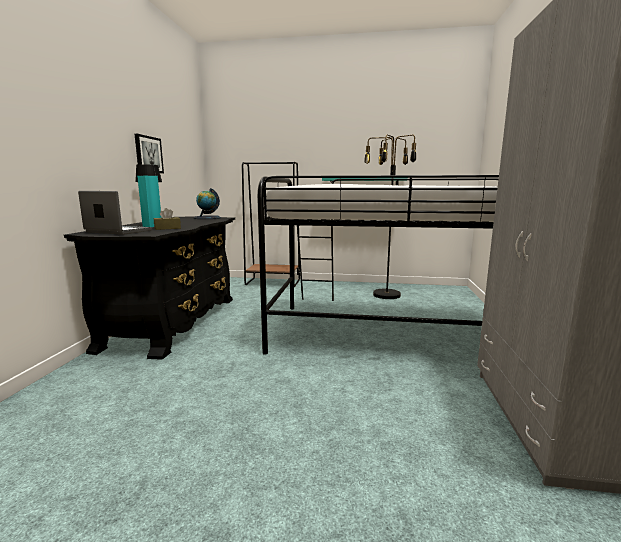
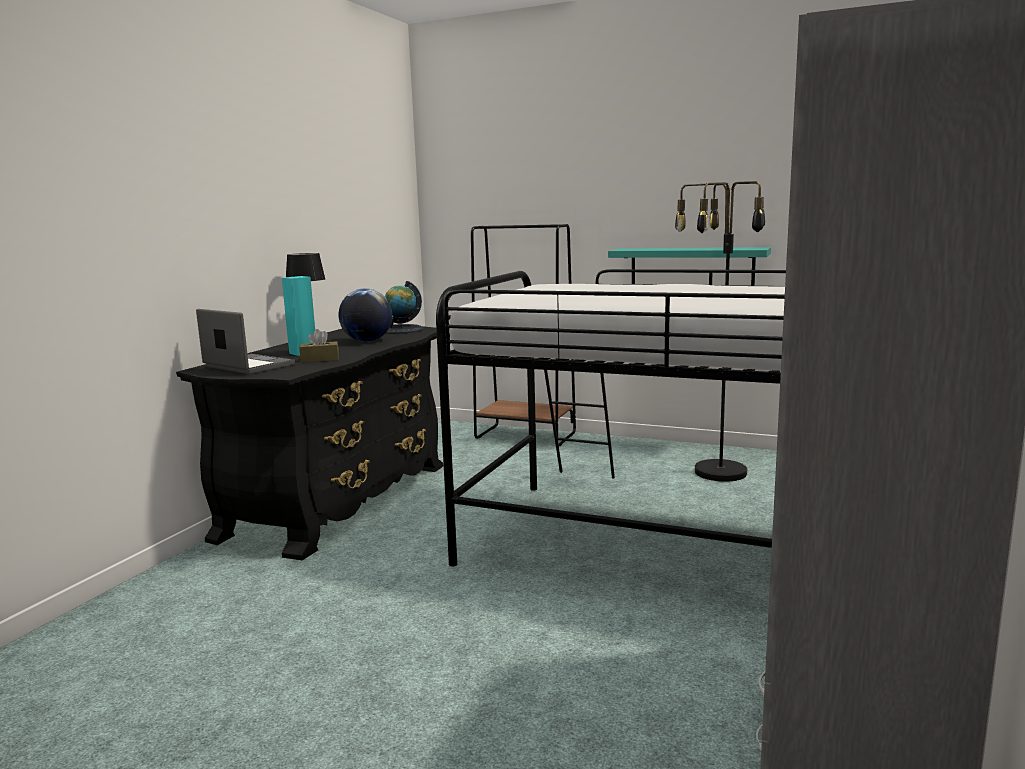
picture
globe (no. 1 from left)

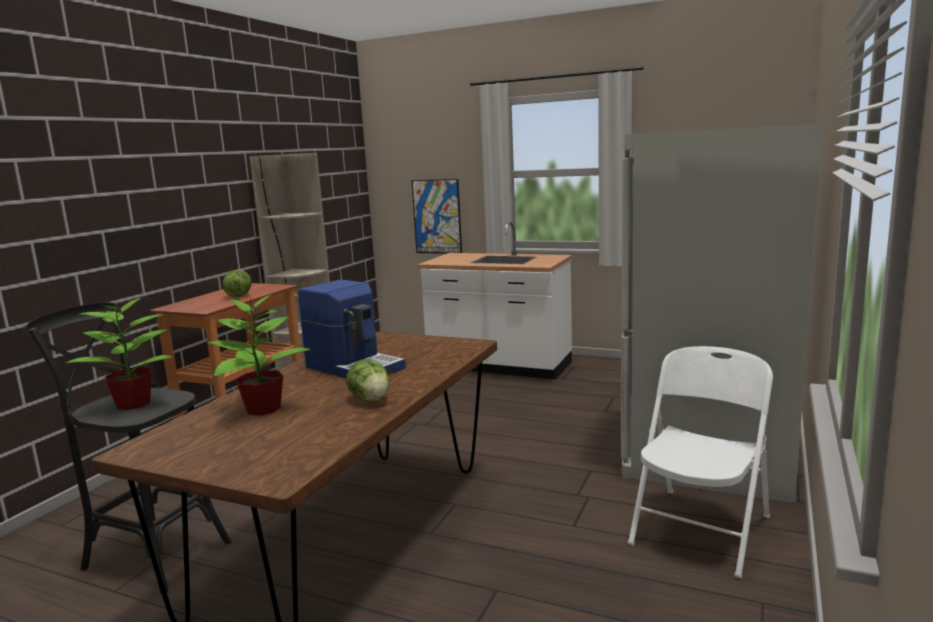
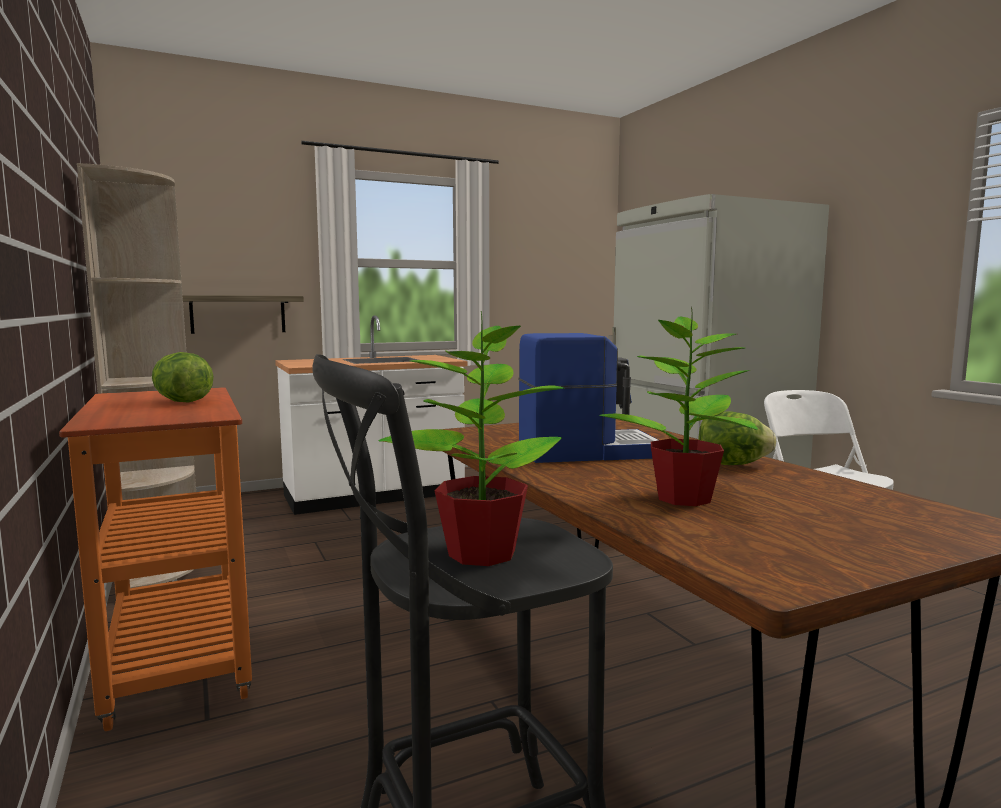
shelf

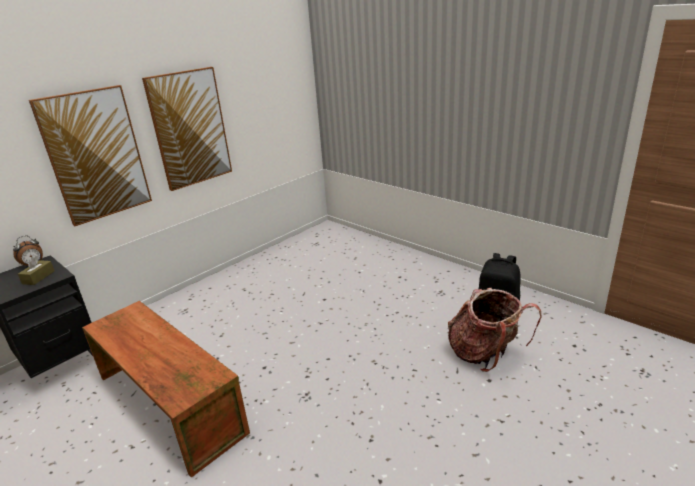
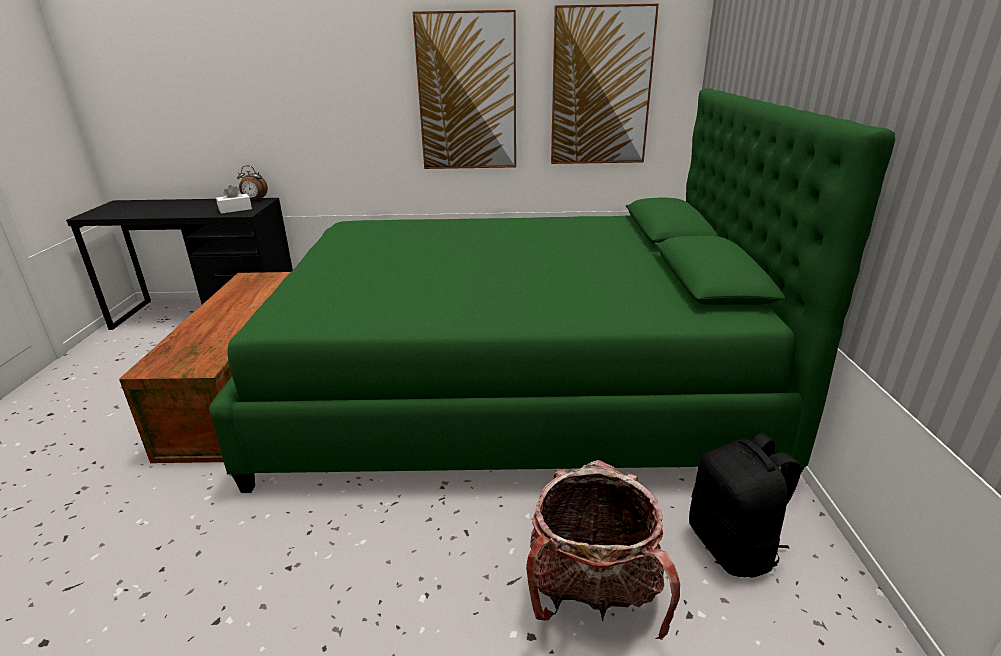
tissue box (white)
picture (no. 2 from left)
bed (green)

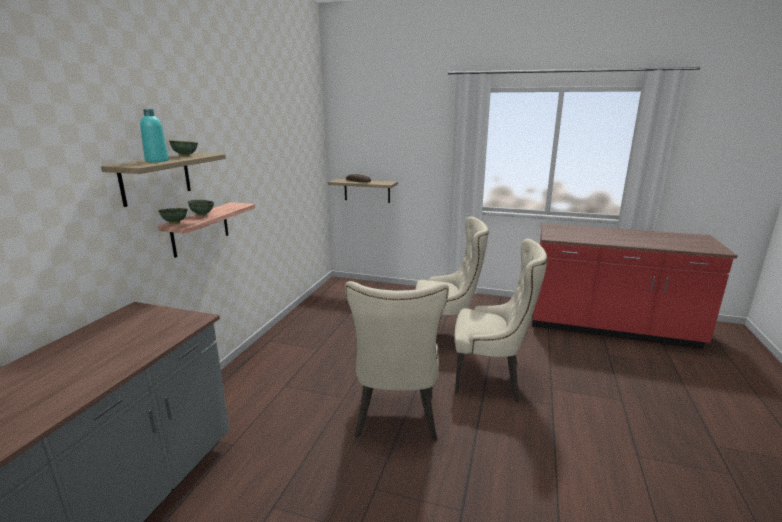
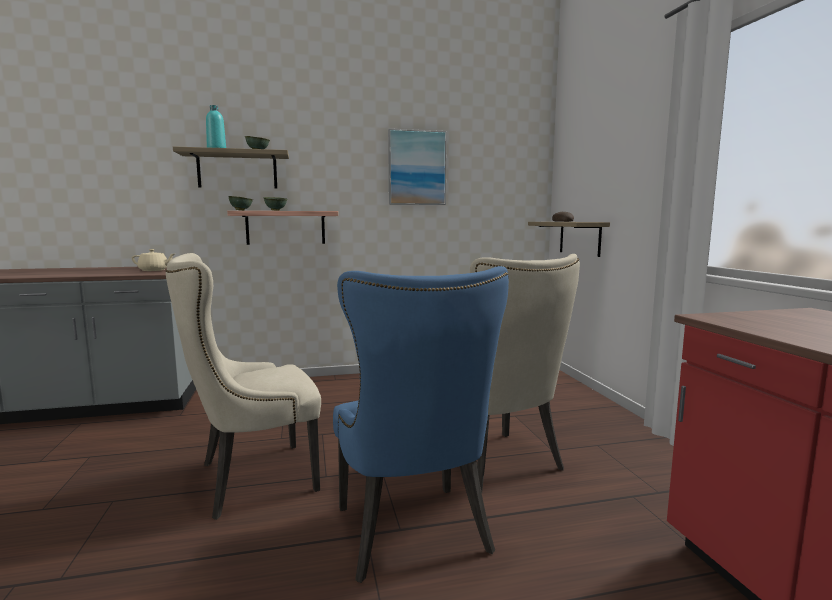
chair (blue)
teapot (beige)
picture

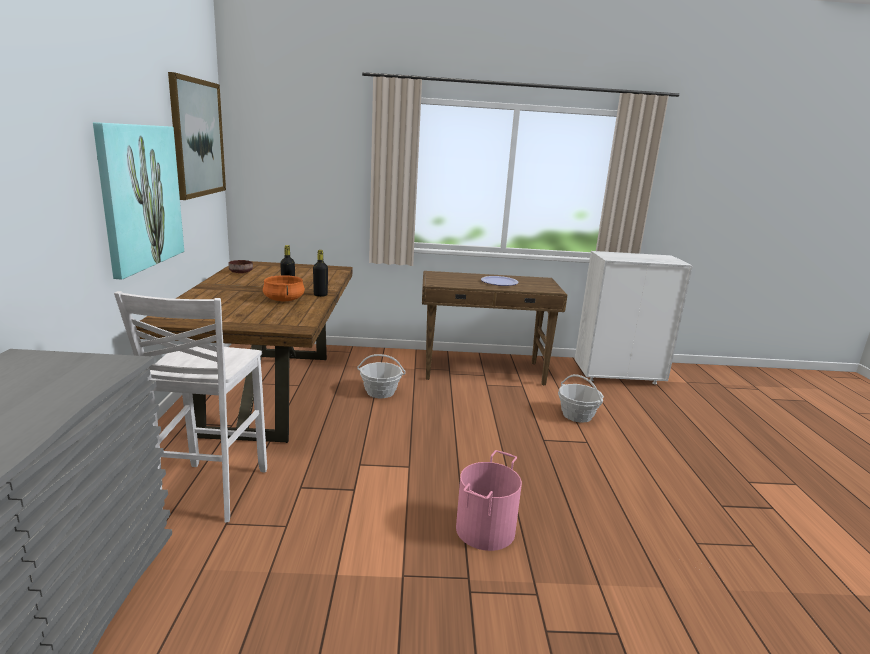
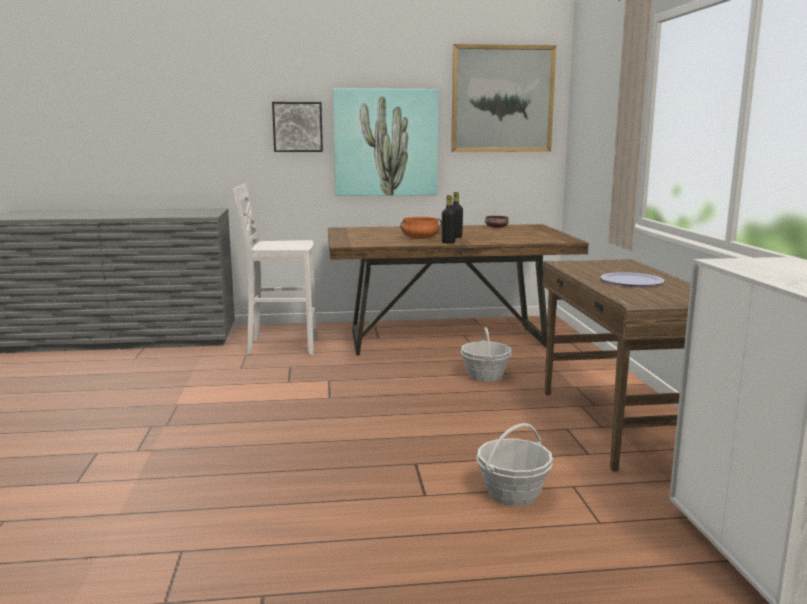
bucket (pink)
picture (no. 1 from left)

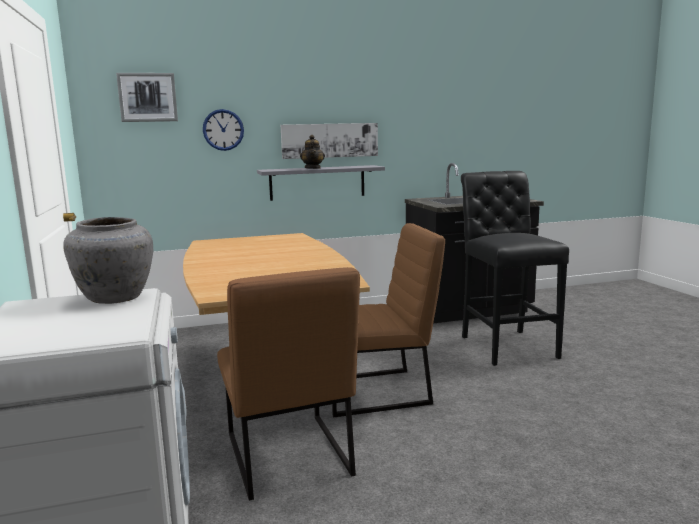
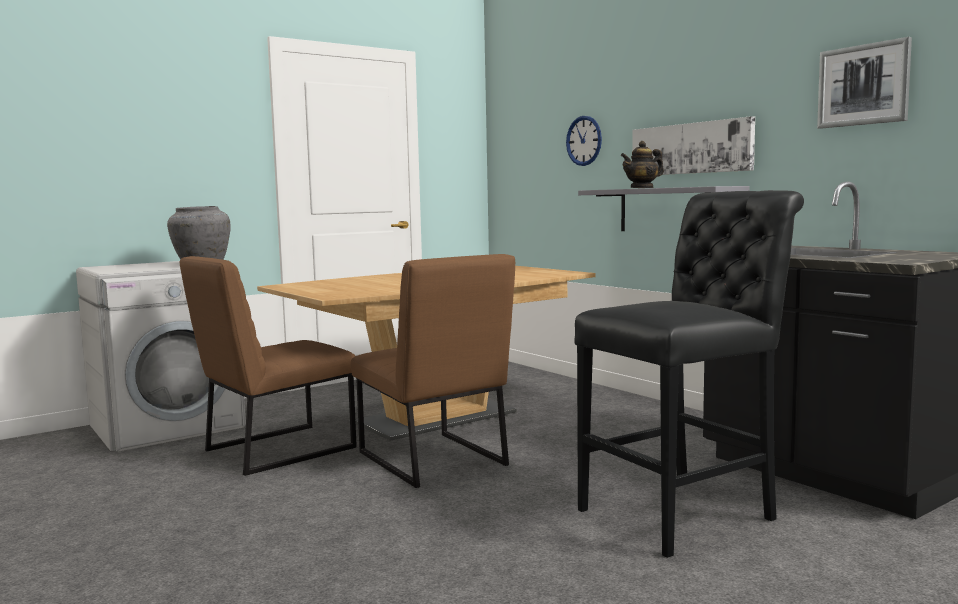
picture (no. 2 from left)

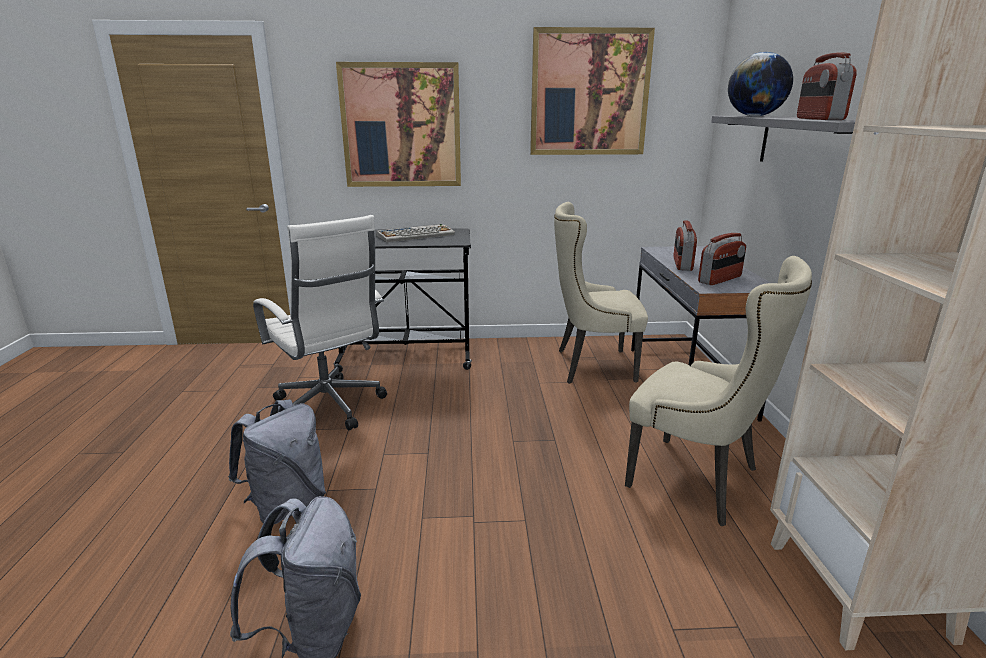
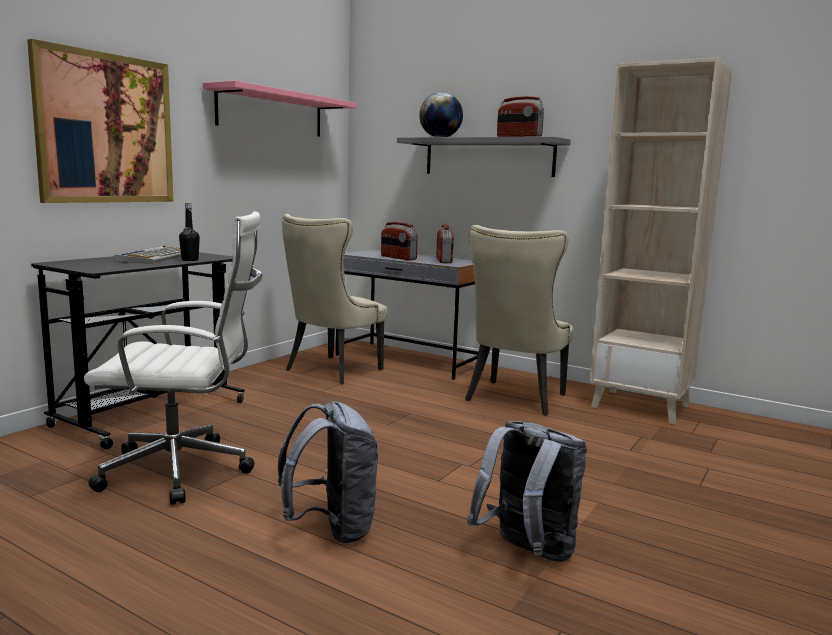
shelf (pink)
chair (beige) (no. 2 from left)
bottle (black)

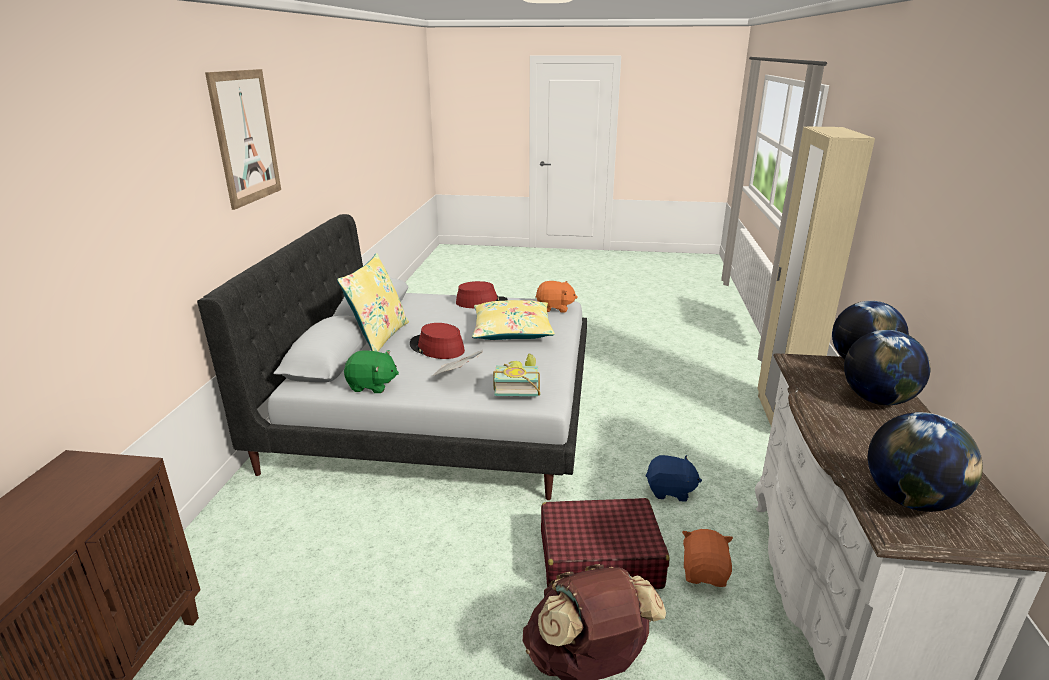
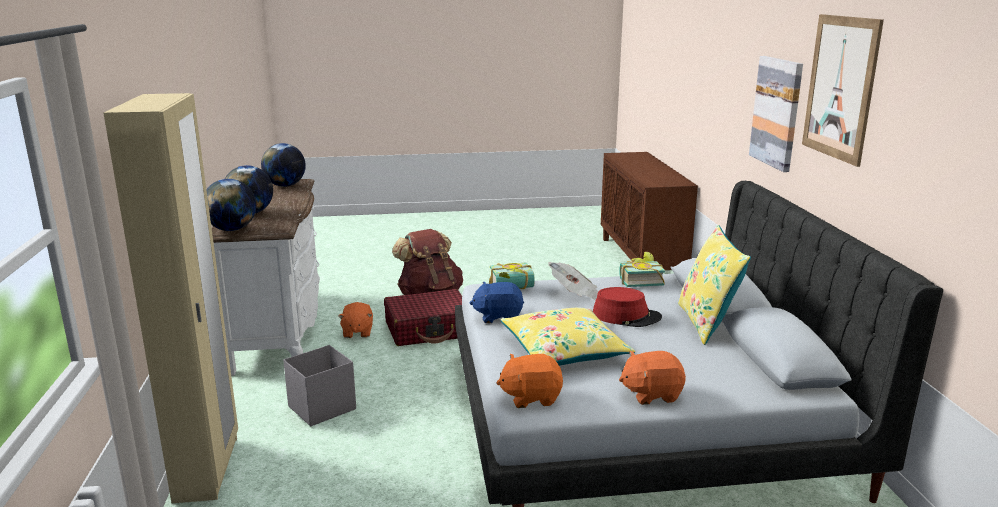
book (no. 2 from left)
plush toy (orange) (no. 3 from left)
plush toy (blue)
storage box (grey)
picture (no. 1 from left)

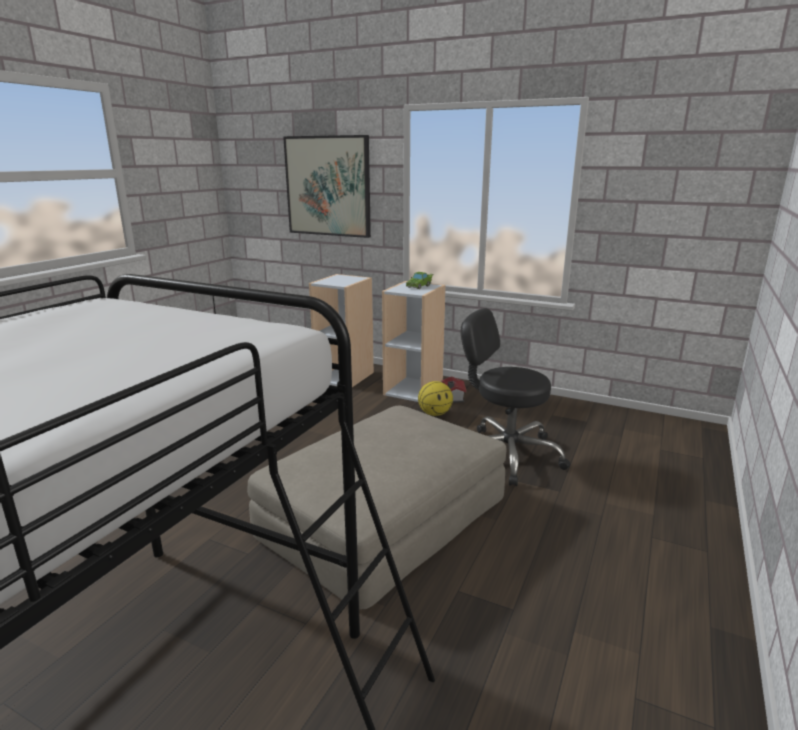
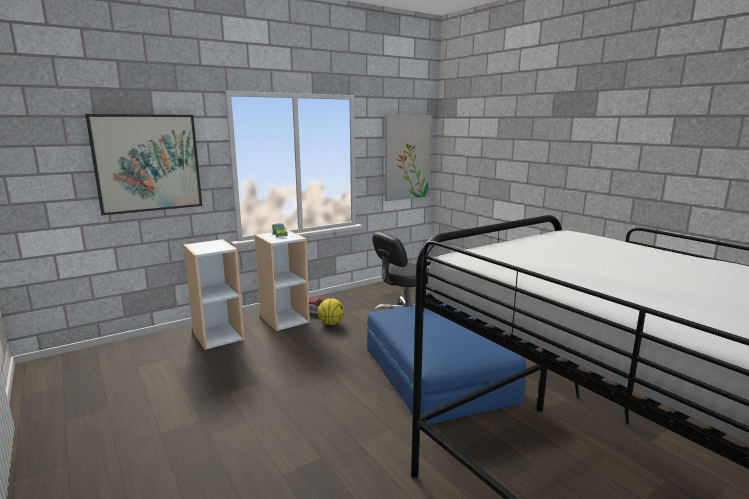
ottoman (blue)
picture (no. 2 from left)

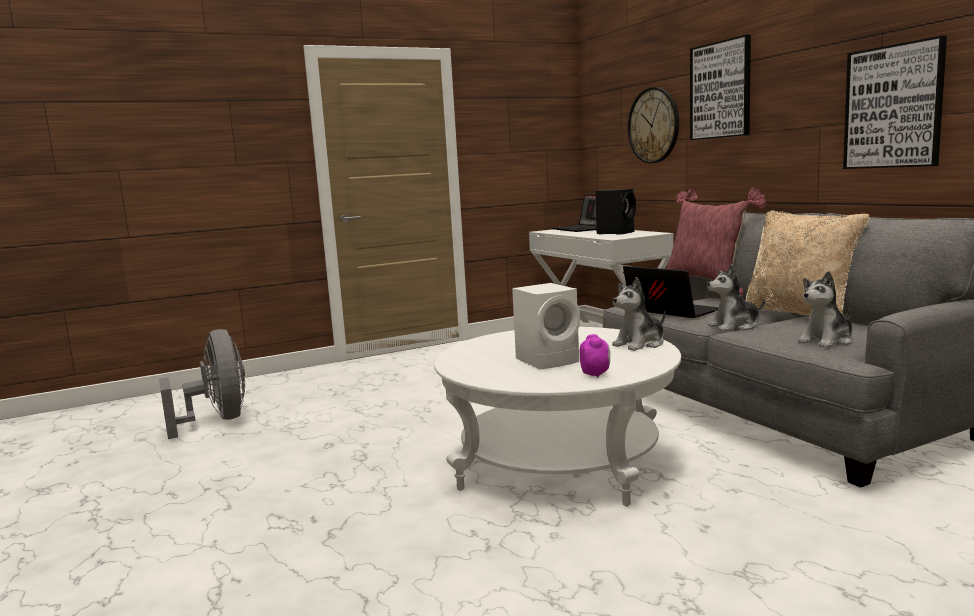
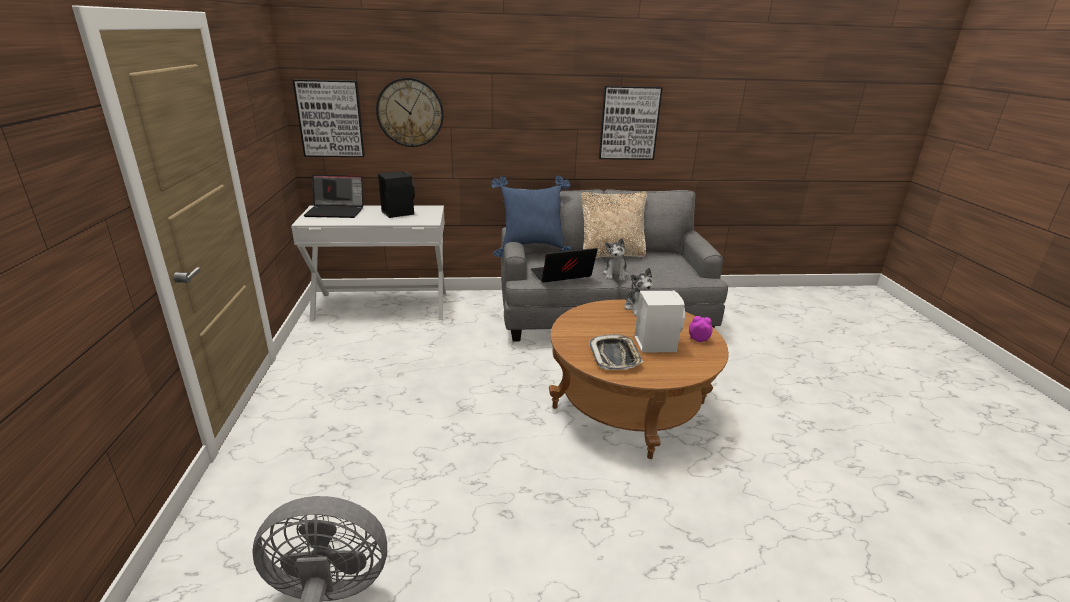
coffee table (brown)
pillow (blue)
picture (no. 1 from left)
plush toy (no. 3 from left in the first image)
tray

